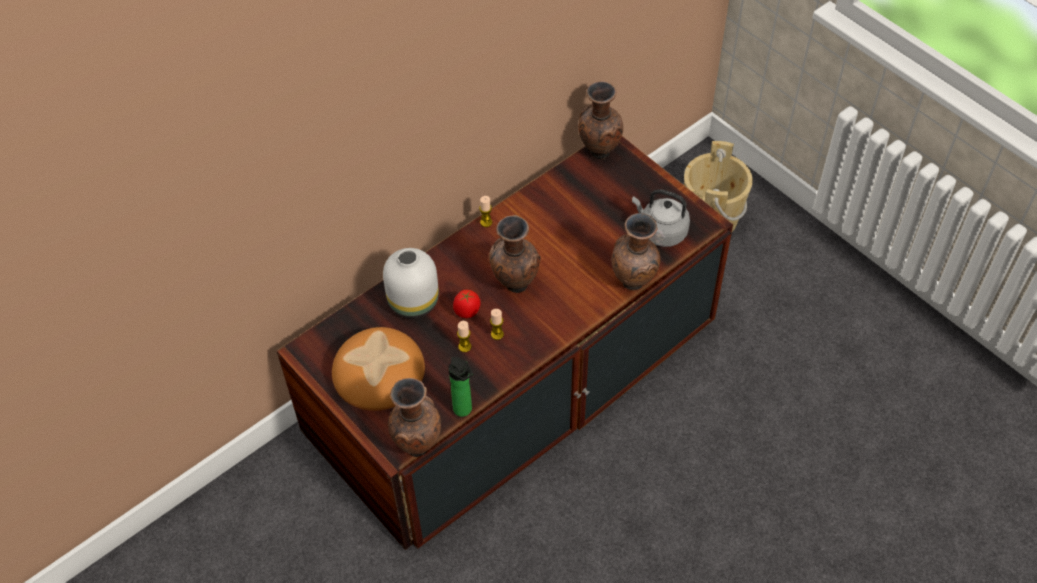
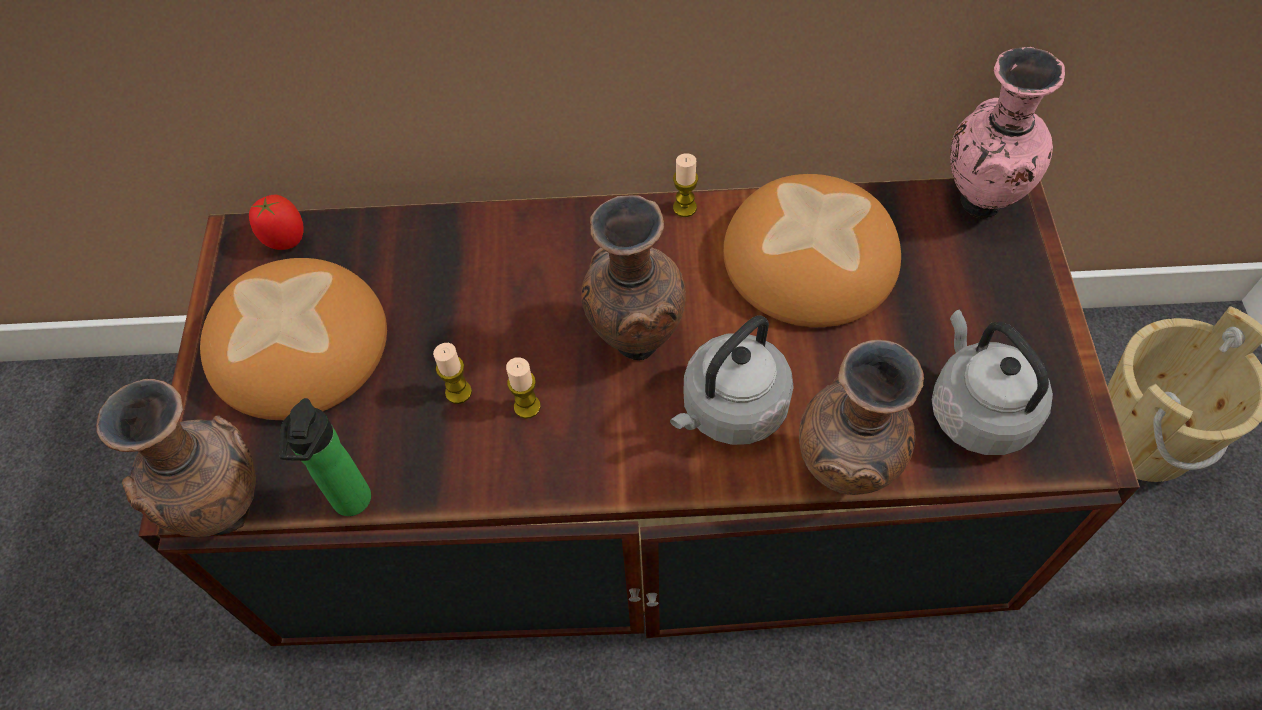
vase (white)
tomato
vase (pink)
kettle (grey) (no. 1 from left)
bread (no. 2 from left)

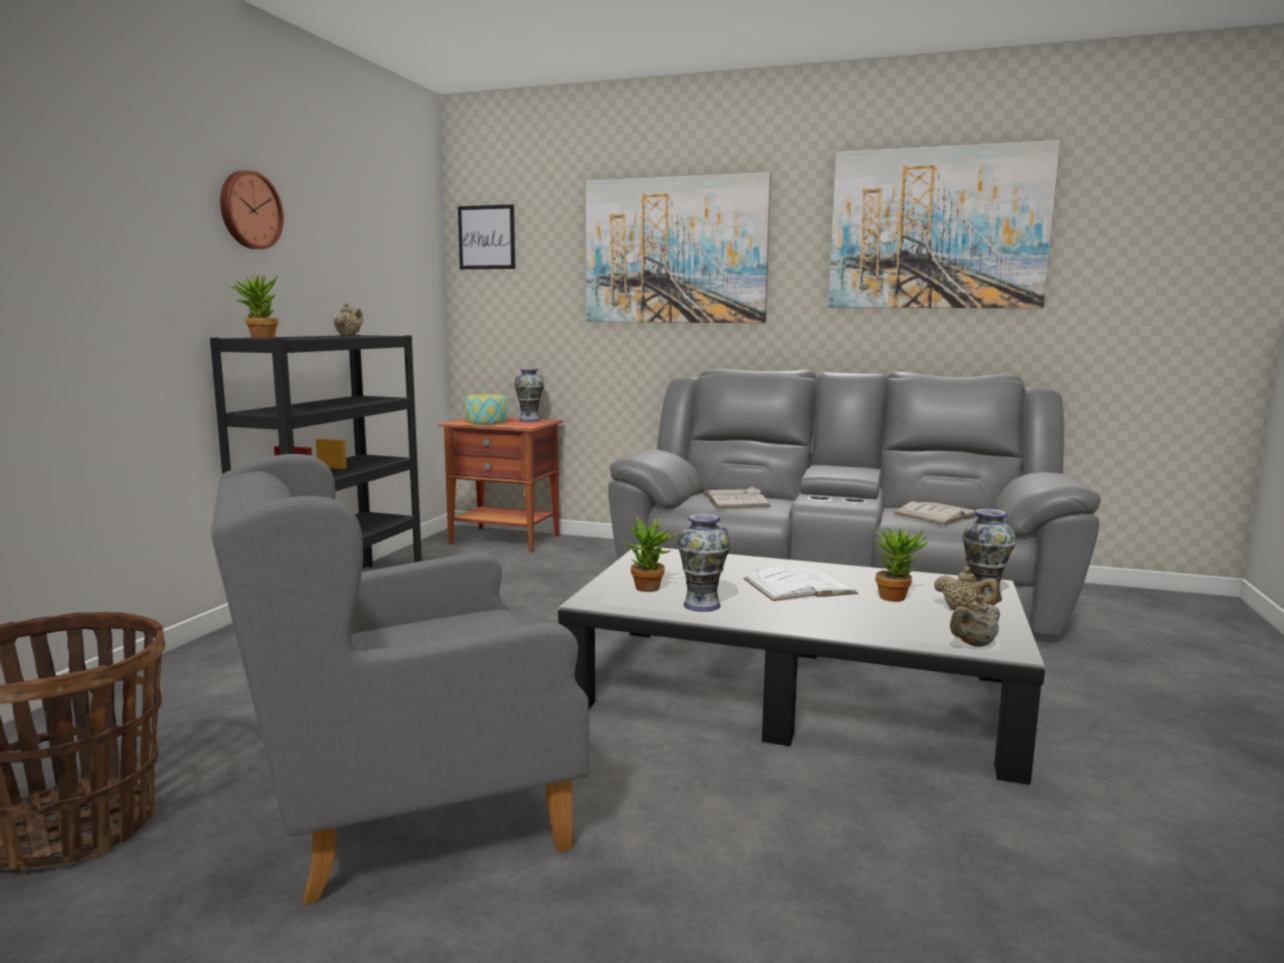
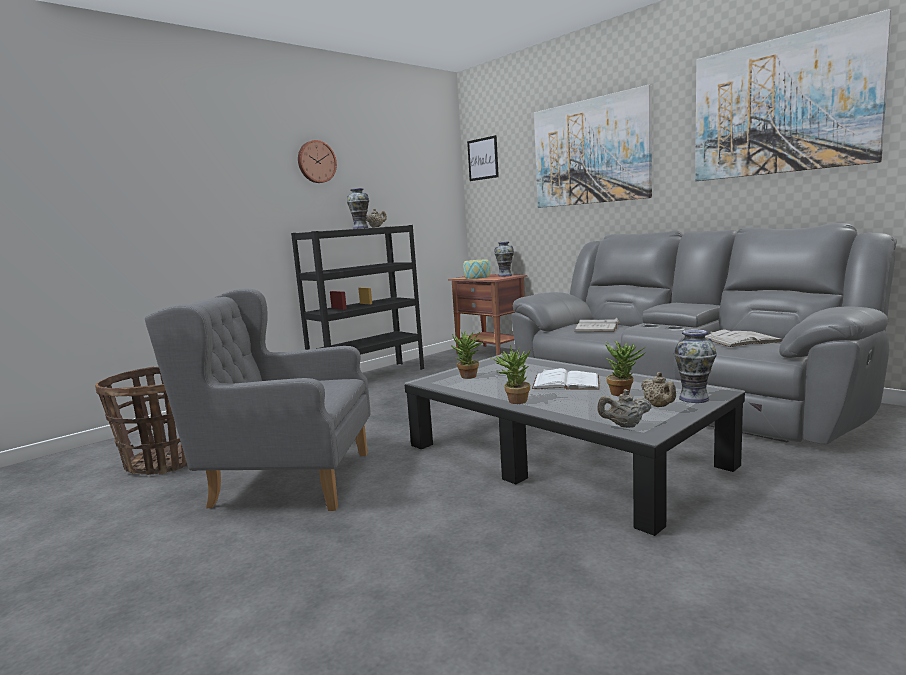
potted plant (no. 2 from left)
vase (no. 1 from left)

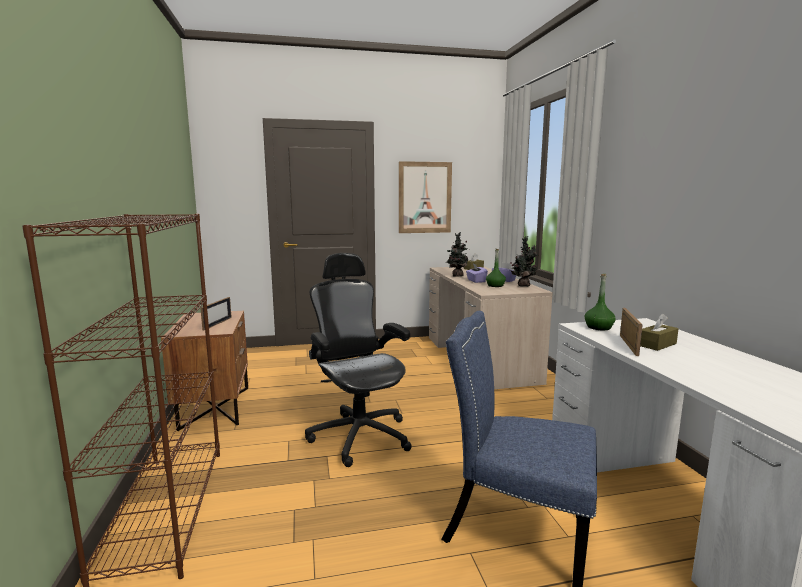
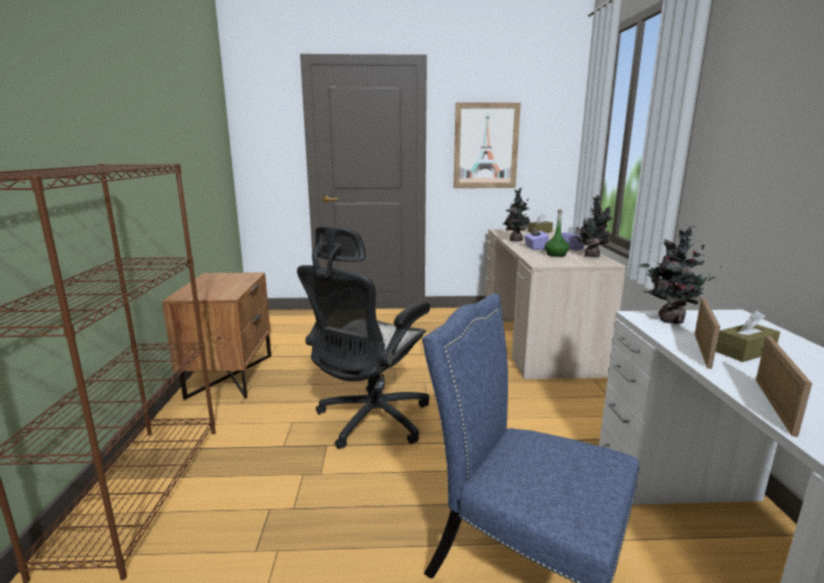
picture frame (no. 2 from left)
office chair
potted plant (no. 3 from left)

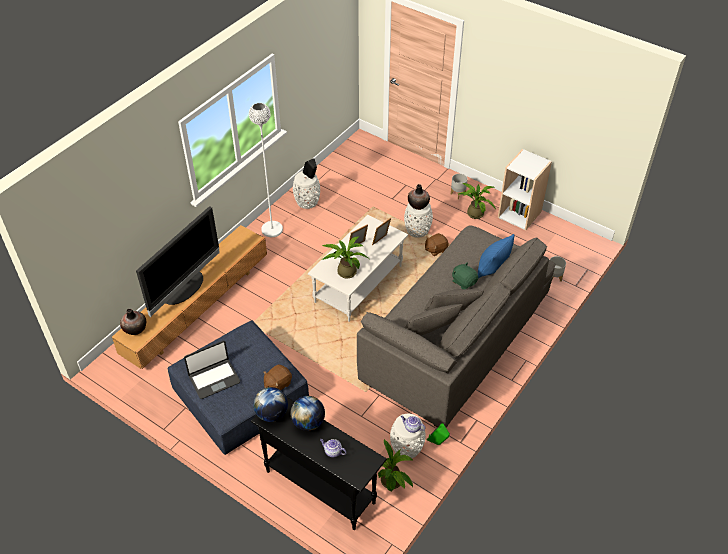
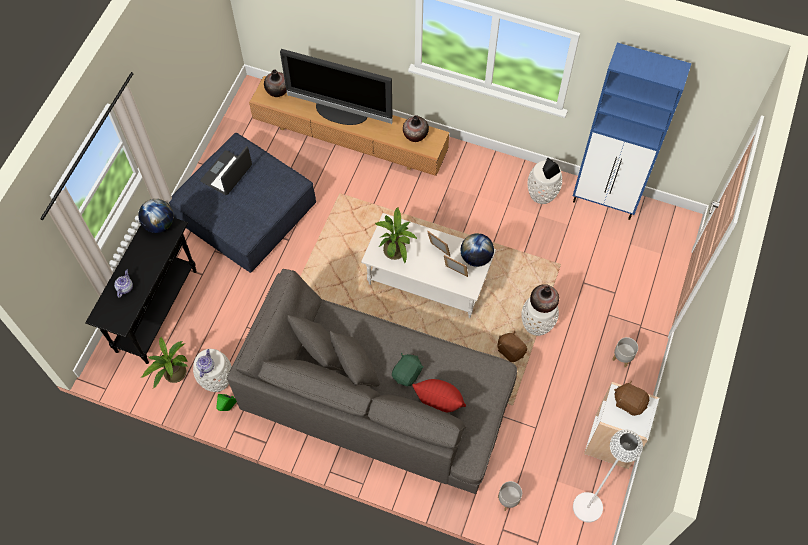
laptop
floor lamp (white)
plush toy (brown) (no. 2 from left)
globe (no. 2 from left)
potted plant (no. 3 from left in the first image)
pillow (red)
vase (no. 2 from left)
cabinet (blue)

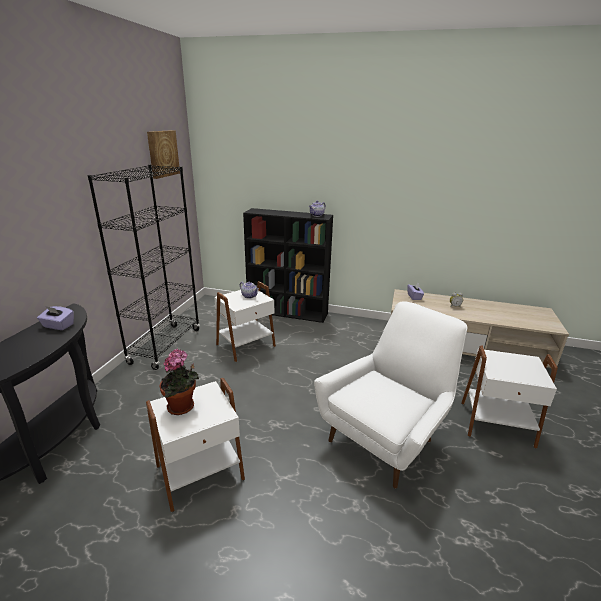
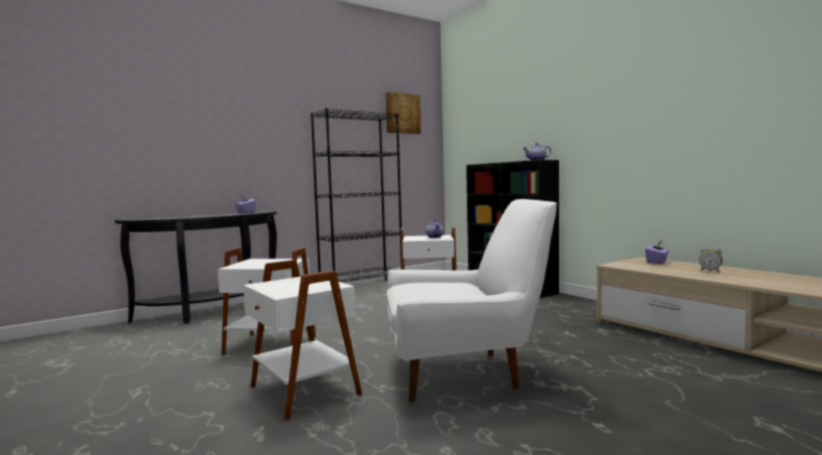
potted plant
side table (white) (no. 2 from left)

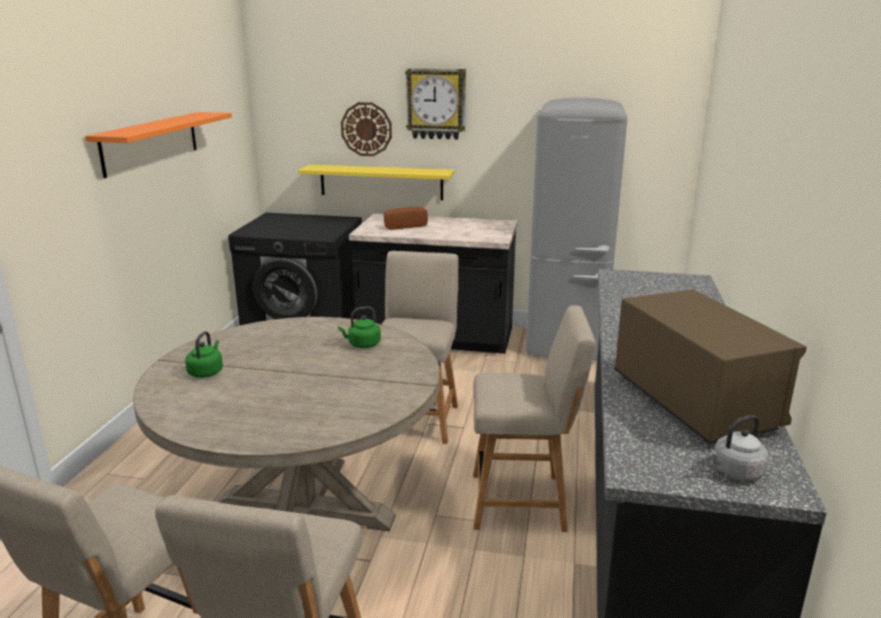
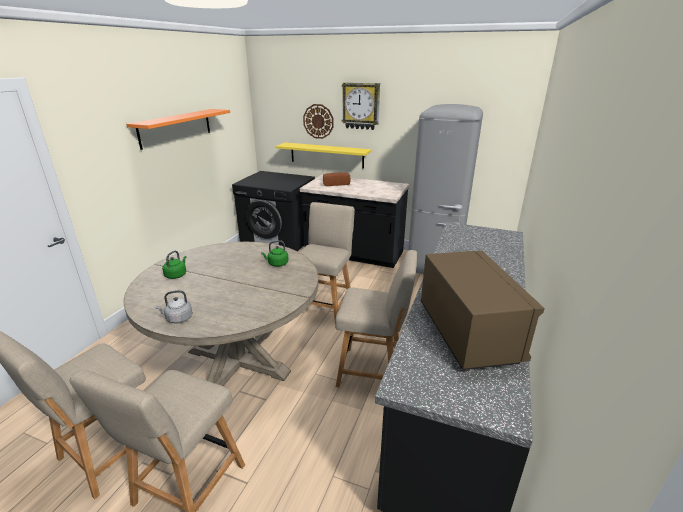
kettle (grey)

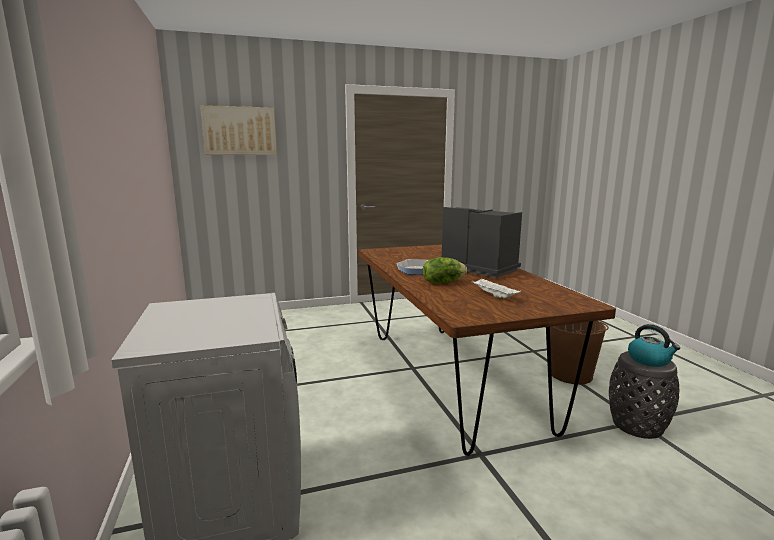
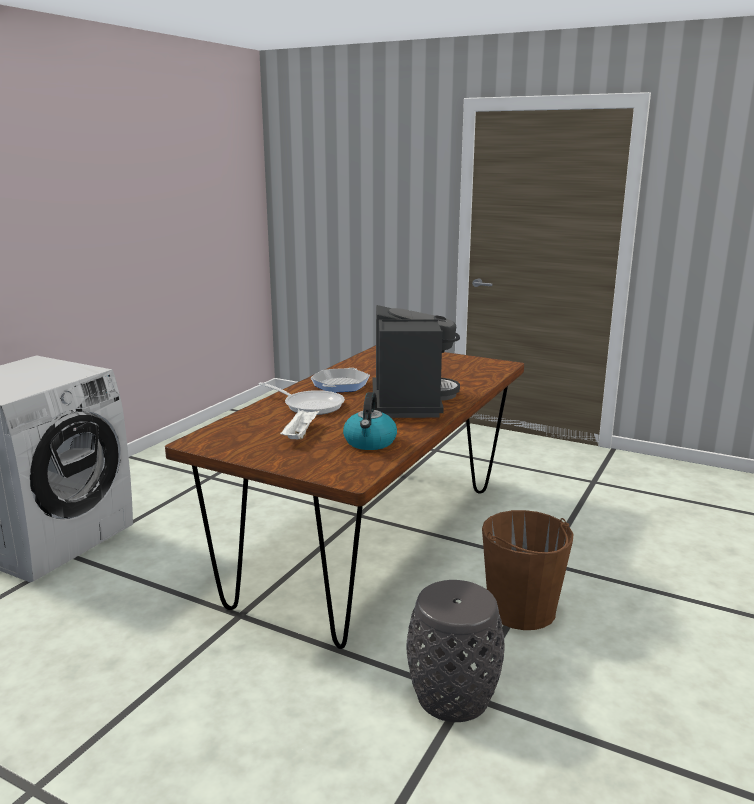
picture
frying pan (no. 1 from left)
kettle

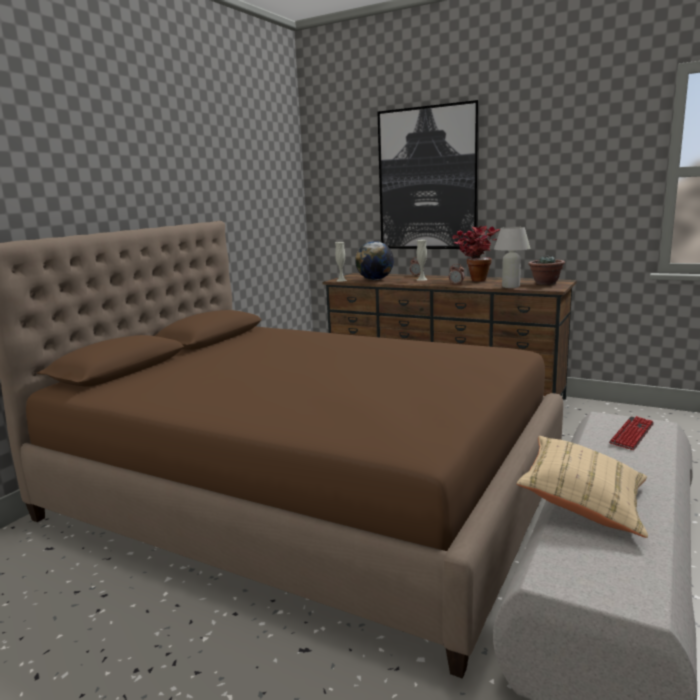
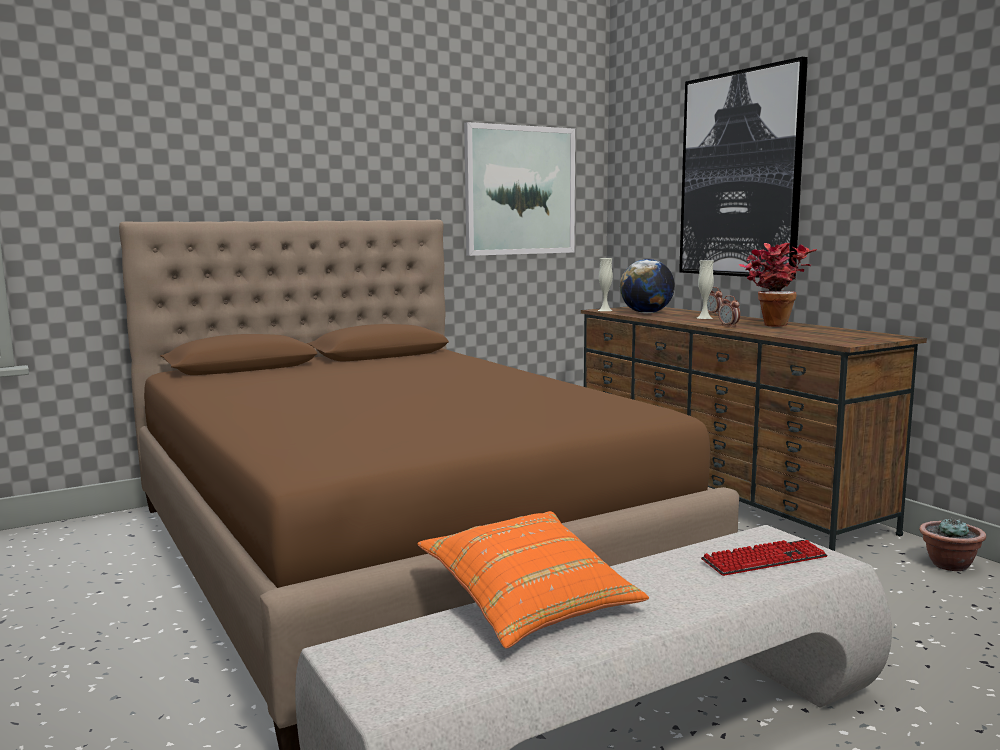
table lamp (white)
pillow (orange)
potted plant (no. 2 from left)
picture (no. 1 from left)

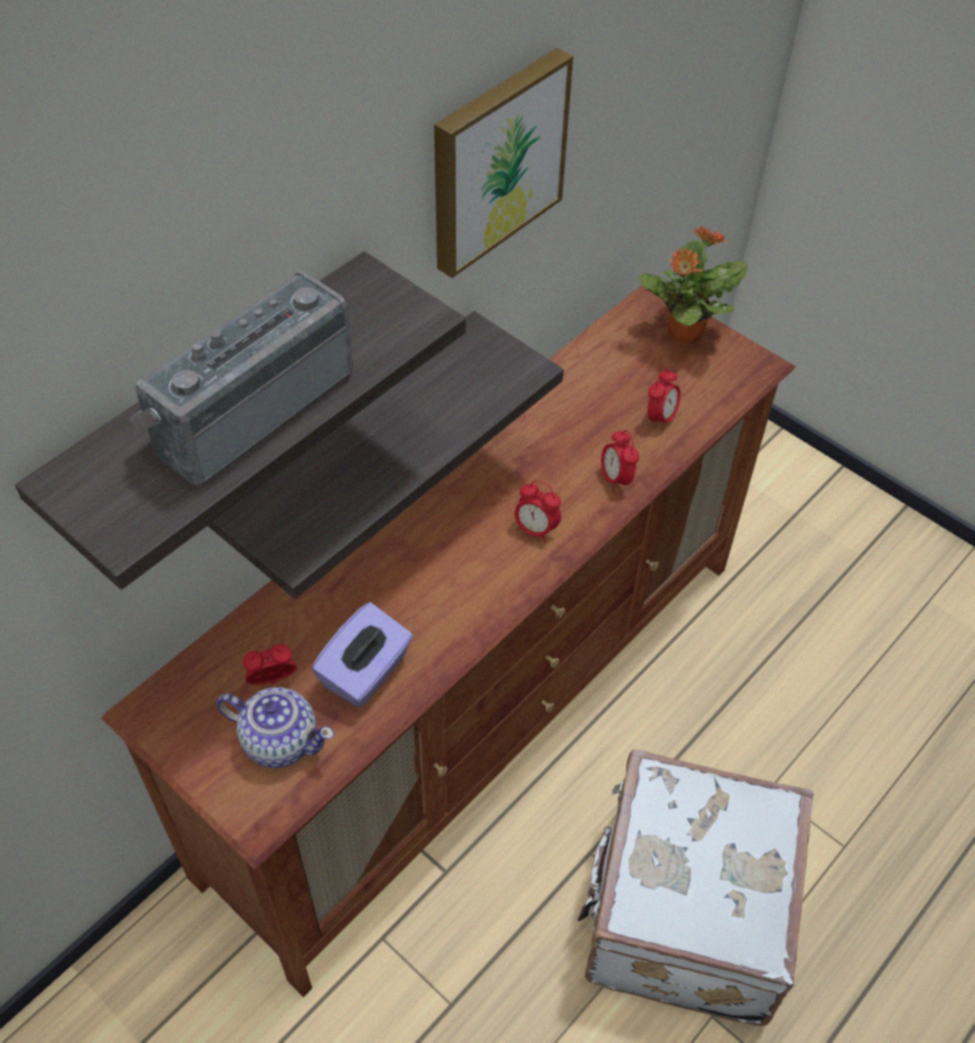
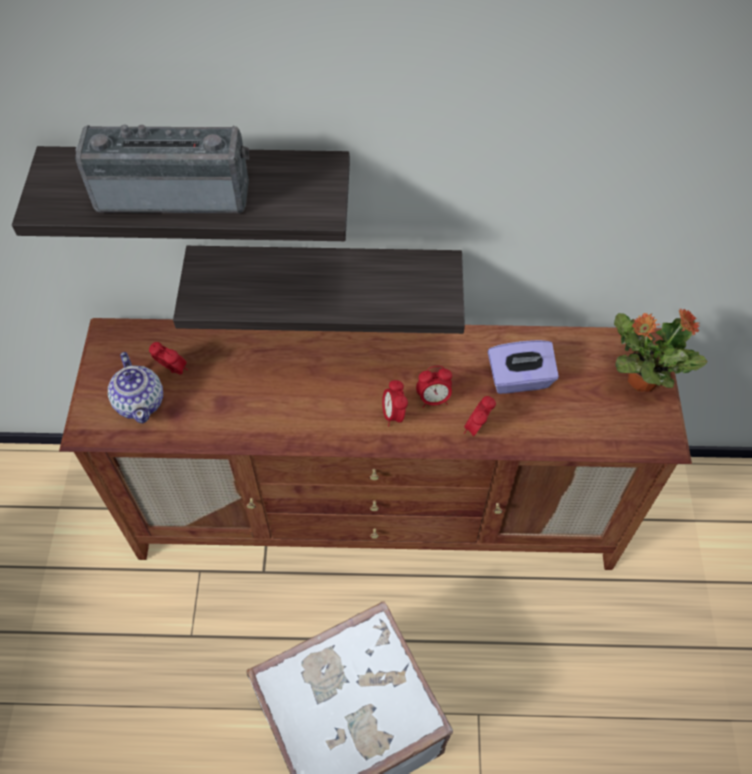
tissue box (purple)
picture
alarm clock (no. 3 from left)

